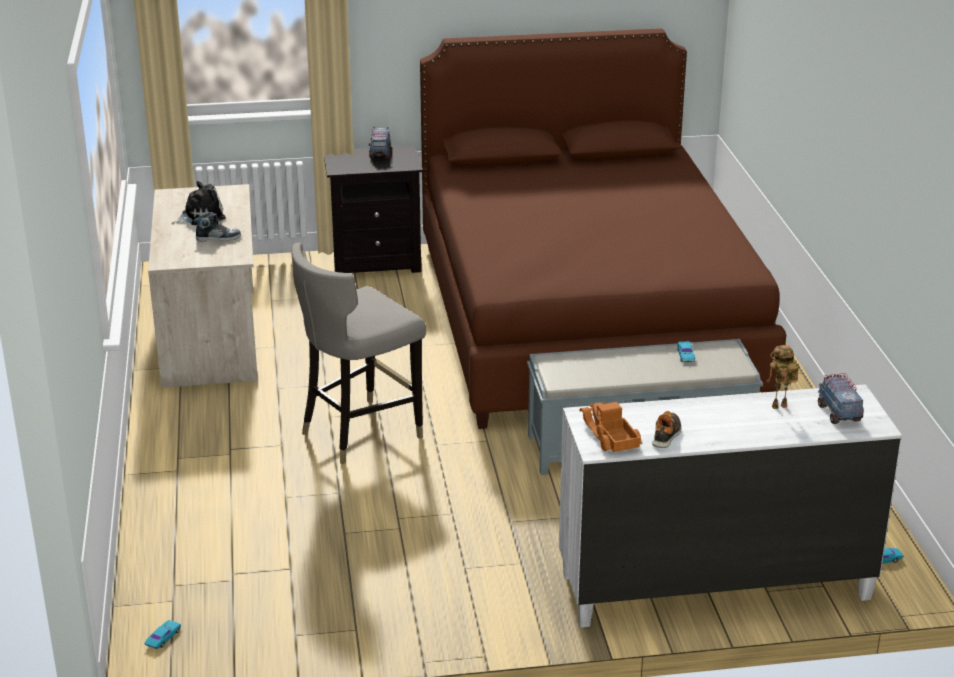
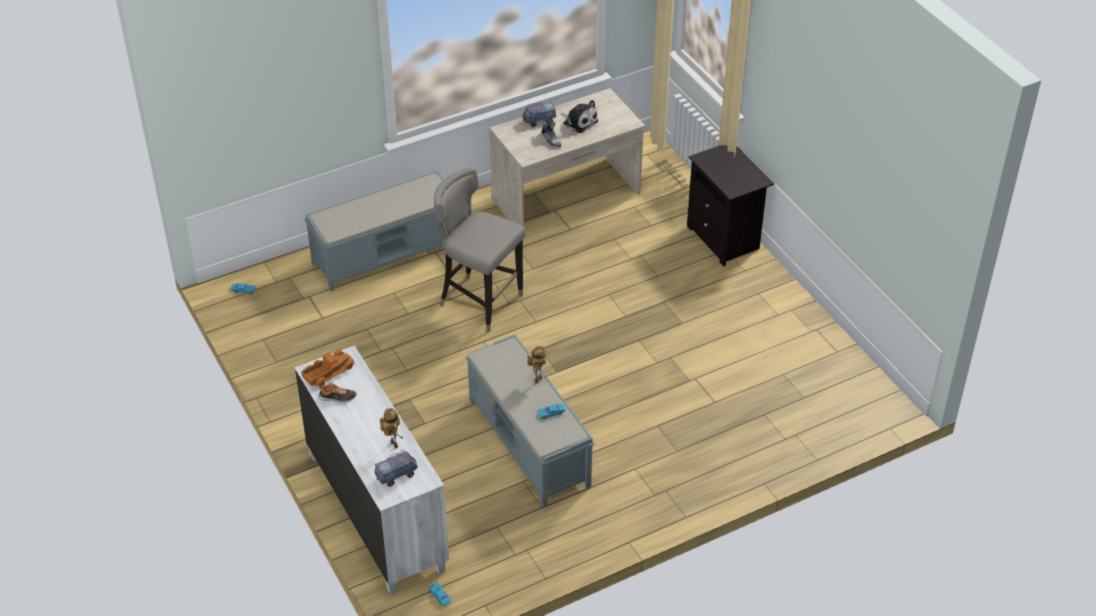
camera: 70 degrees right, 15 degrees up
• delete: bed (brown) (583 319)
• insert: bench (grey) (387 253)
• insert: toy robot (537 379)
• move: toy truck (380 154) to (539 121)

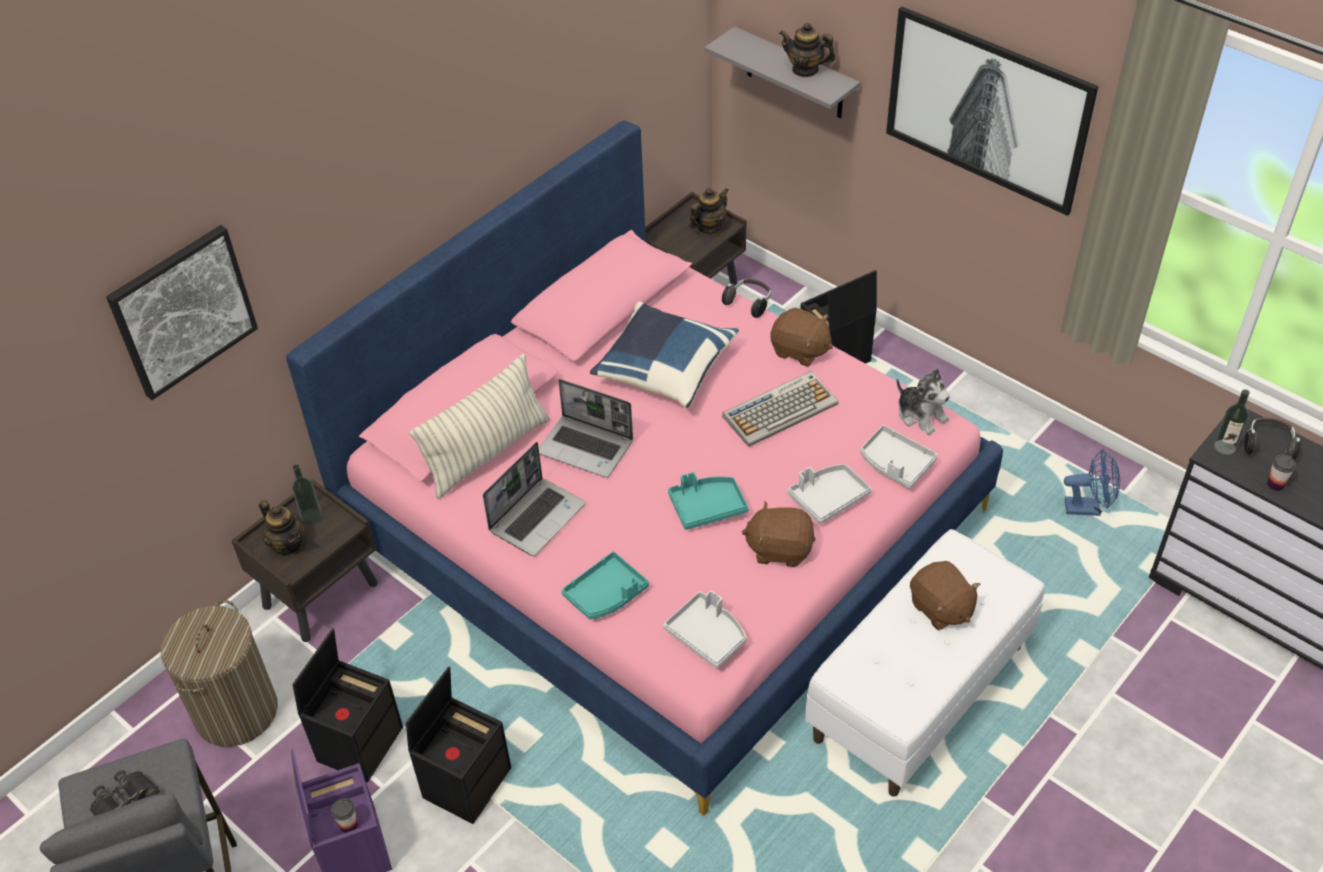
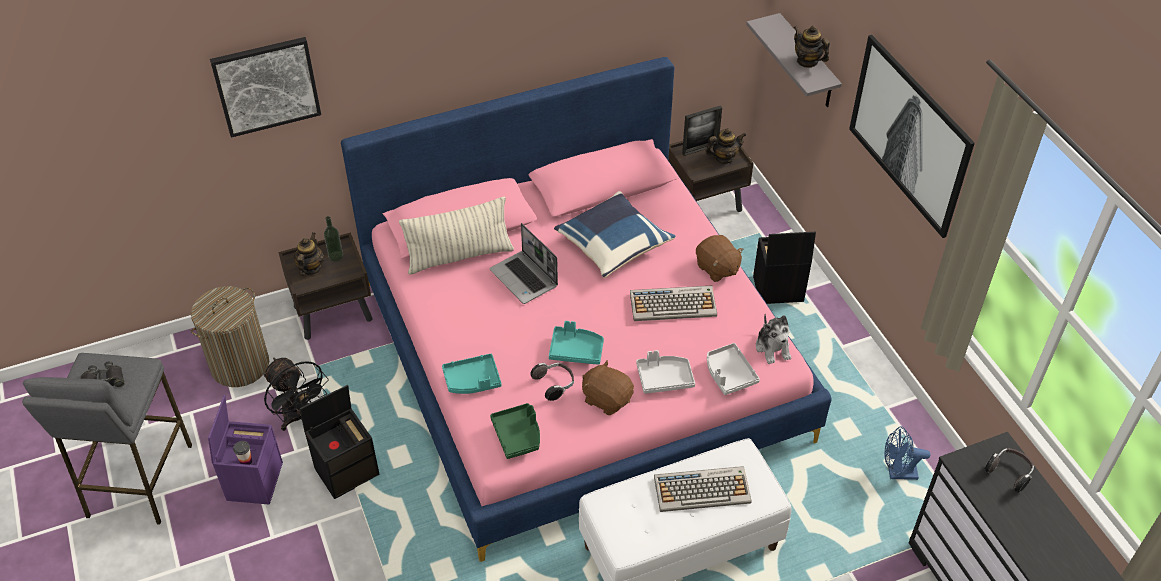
camera: 25 degrees right, 0 degrees up
• delete: laptop (537 517)
• delete: bottle (1225 447)
• delete: cup (1275 484)
• insert: picture frame (700 149)
• move: headphones (749 303) to (554 384)
• replace: storage box (black) (360 742) to fan (black) (299 417)
• replace: plush toy (brown) (940 608) to keyboard (702 489)
• recolor: tray (grey) (707 635) to tray (green) (518 435)
• rotate: teapot (287 544) = (310 268) 150 degrees counterclockwise
• rotate: fan (blue) (1088 508) = (897 473) 150 degrees clockwise

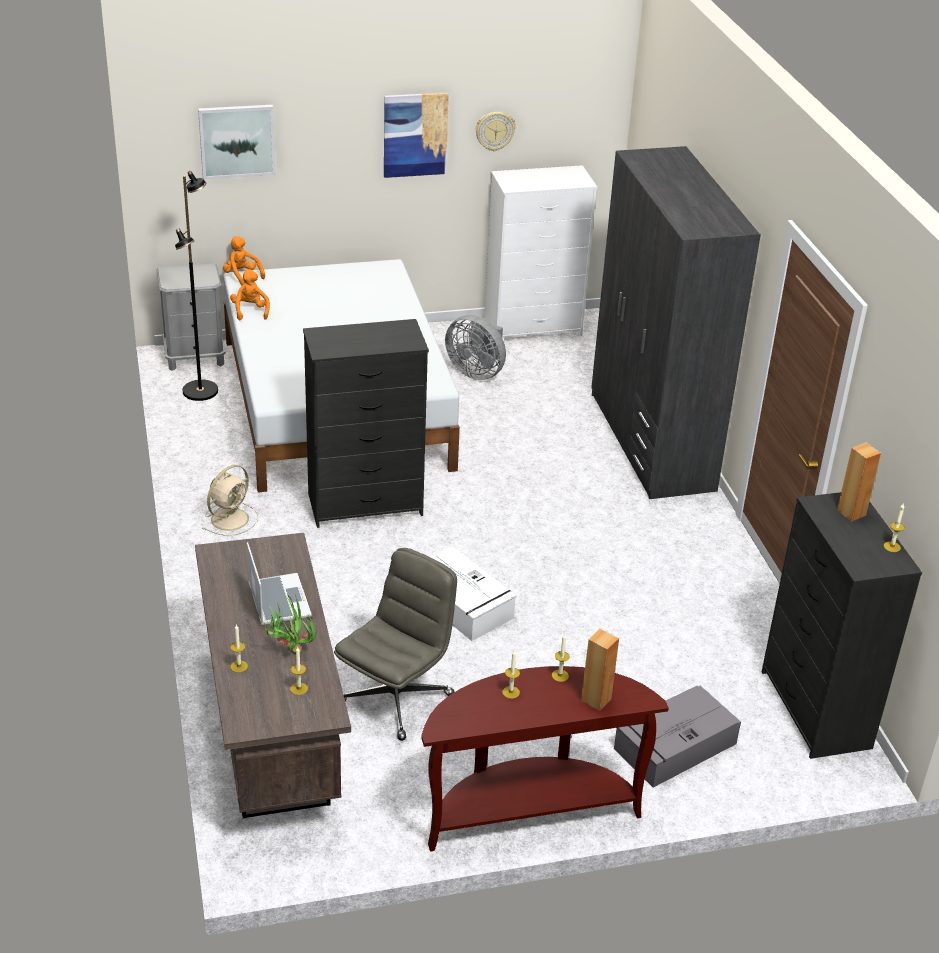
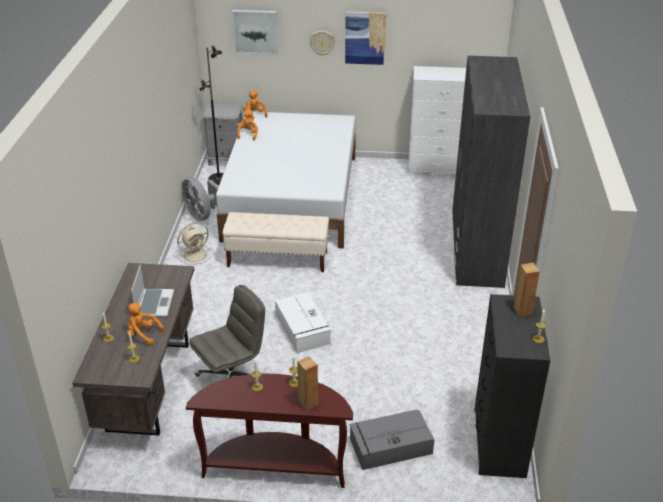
camera: 20 degrees right, 0 degrees up
• move: fan (grey) (476 372) to (202 215)
• move: wall clock (494 131) to (322 42)
• replace: potted plant (290 650) to plush toy (orange) (143 334)
• replace: dresser (black) (366 504) to bench (beige) (278 259)

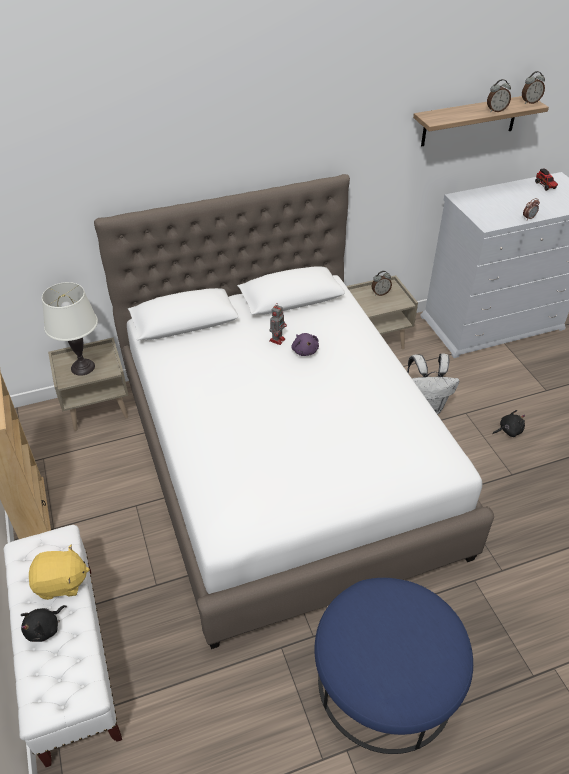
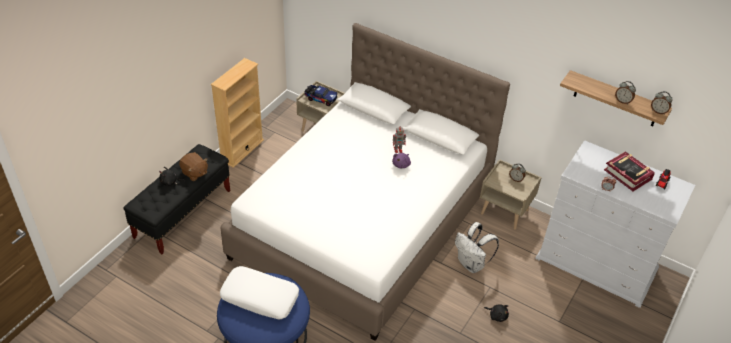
camera: 50 degrees right, 0 degrees up
• insert: pillow (white) (260 297)
• insert: book (628 174)
• replace: table lamp (white) (82 367) to toy truck (320 99)
• recolor: bench (white) (70 658) to bench (black) (183 213)
• recolor: plush toy (yellow) (61 583) to plush toy (brown) (194 173)

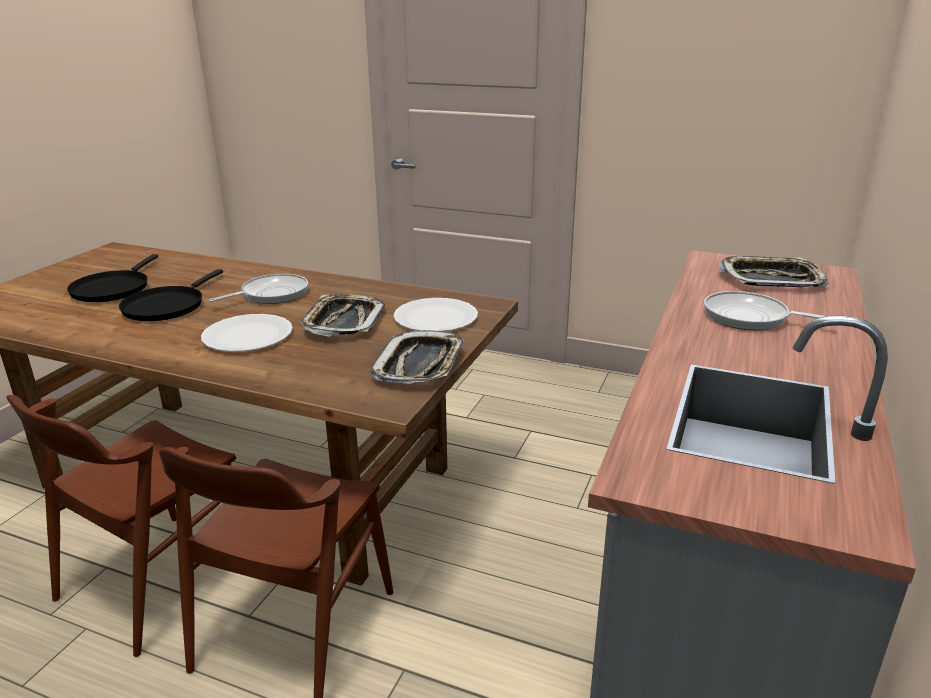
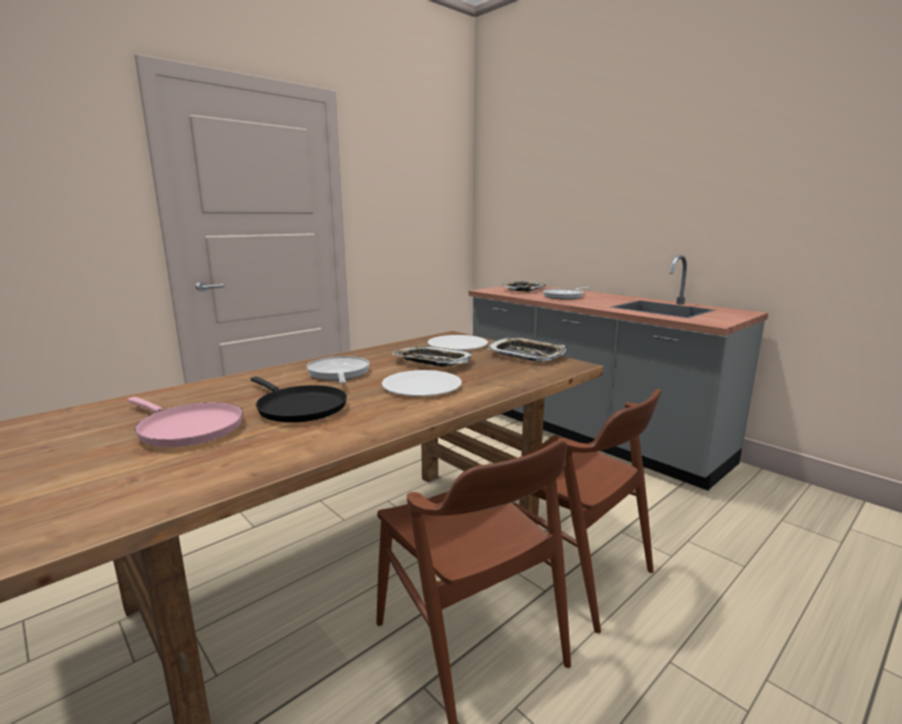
camera: 65 degrees left, 10 degrees down
• recolor: frying pan (black) (113 289) to frying pan (pink) (187 428)

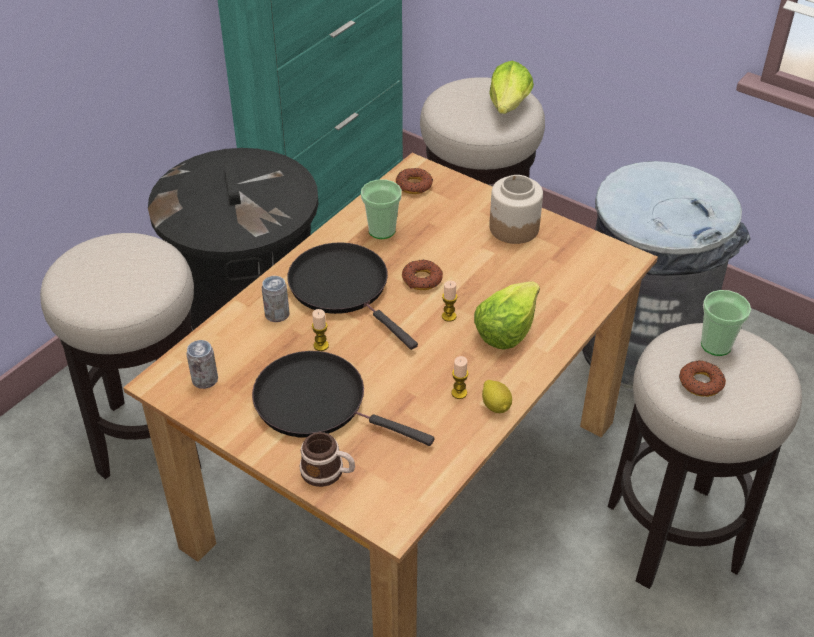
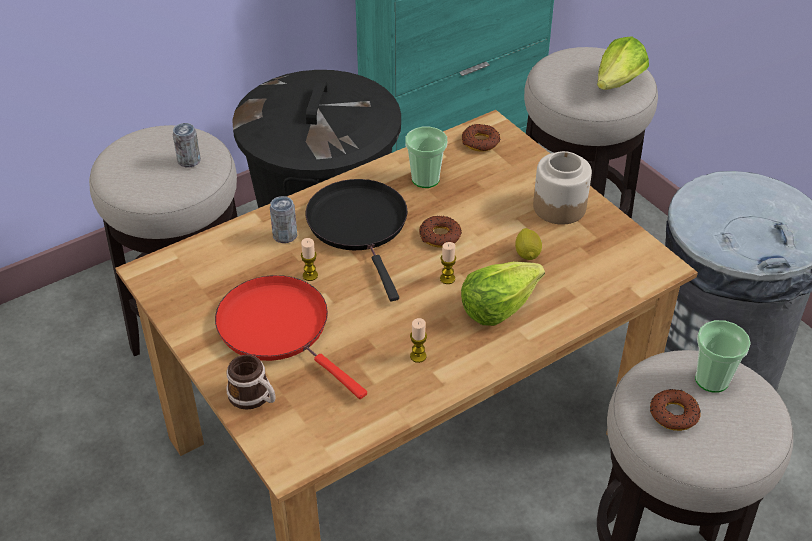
camera: 20 degrees right, 0 degrees up
• move: can (205 380) to (189 161)
• move: lemon (496 406) to (527 254)
• recolor: frying pan (black) (317 402) to frying pan (red) (279 328)

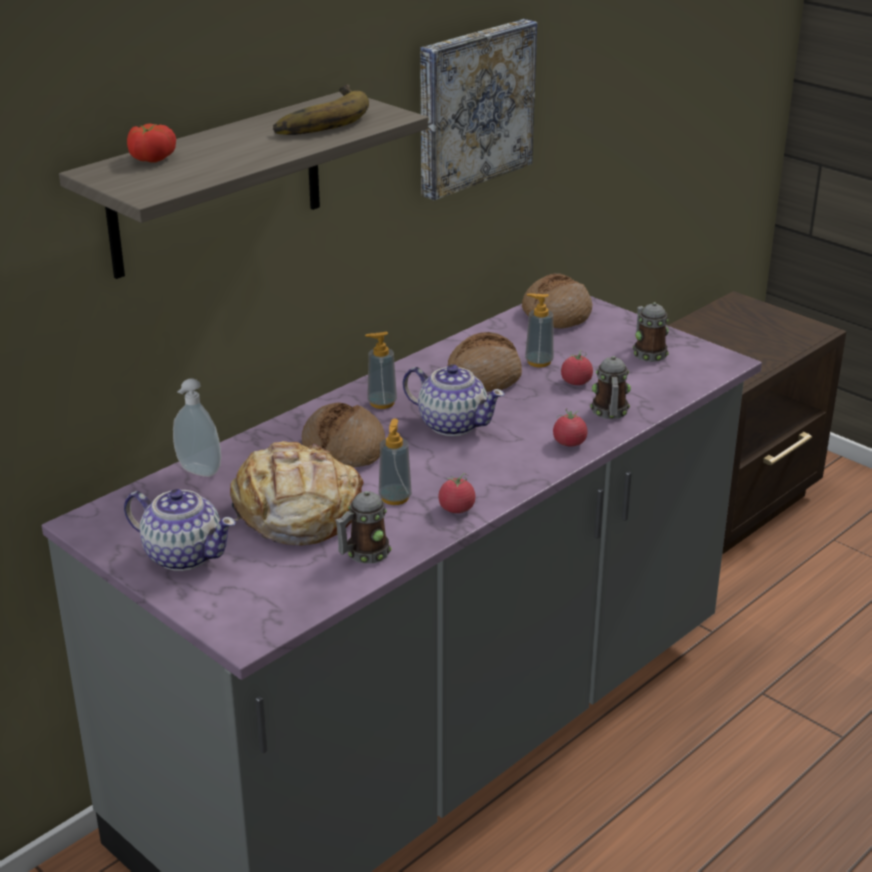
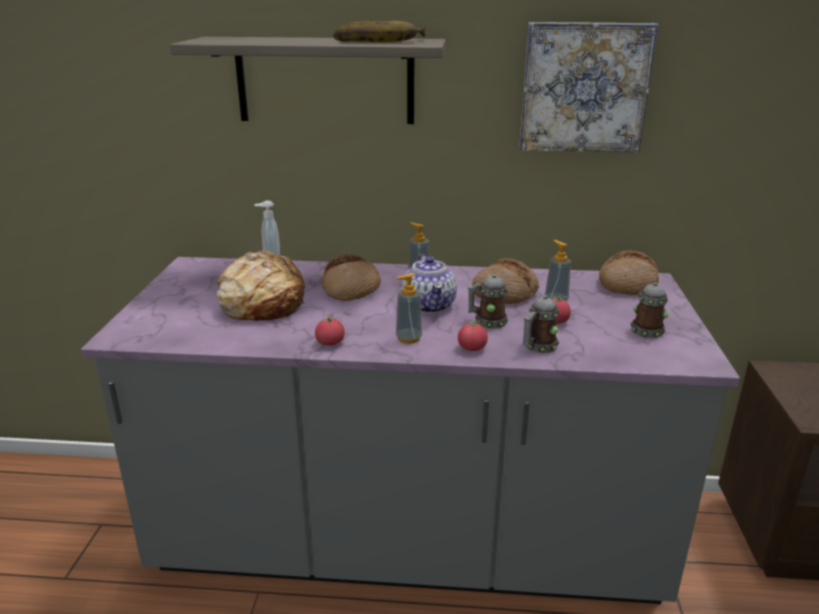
camera: 50 degrees right, 5 degrees down
• delete: teapot (183 555)
• delete: tomato (150 158)
• move: mug (363 554) to (487 322)
• move: soap dispenser (395 498) to (408 338)

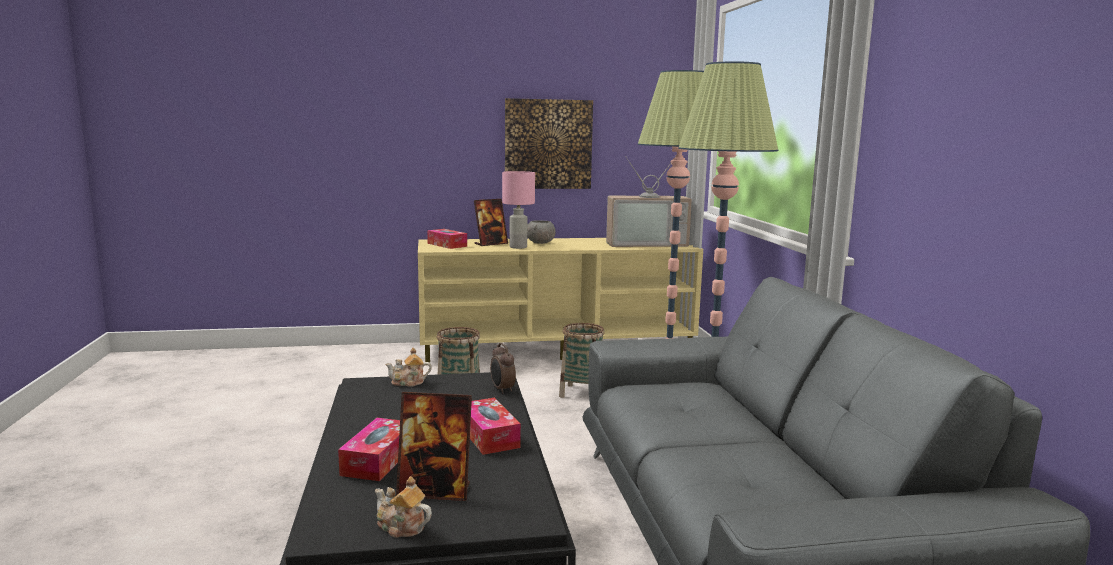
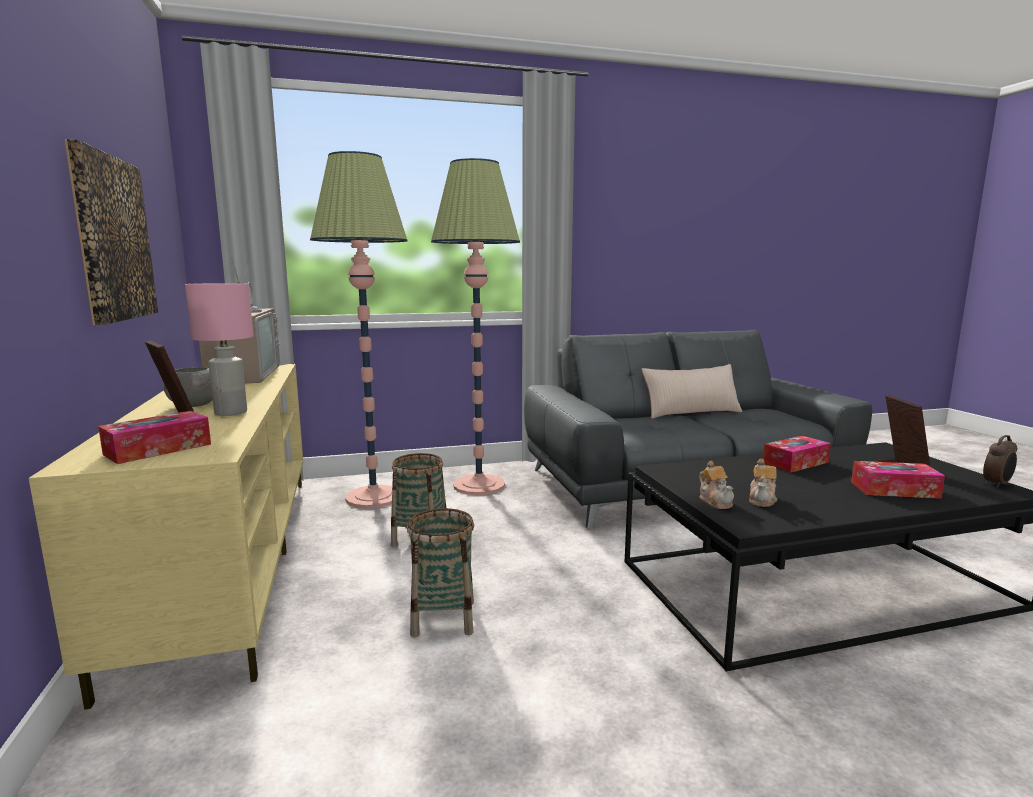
camera: 95 degrees left, 0 degrees up
• insert: pillow (beige) (691 412)
• move: teapot (401 527) to (762 499)
• move: alarm clock (502 389) to (997 484)

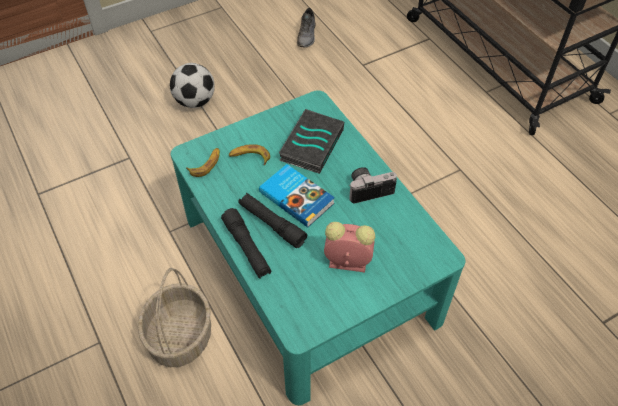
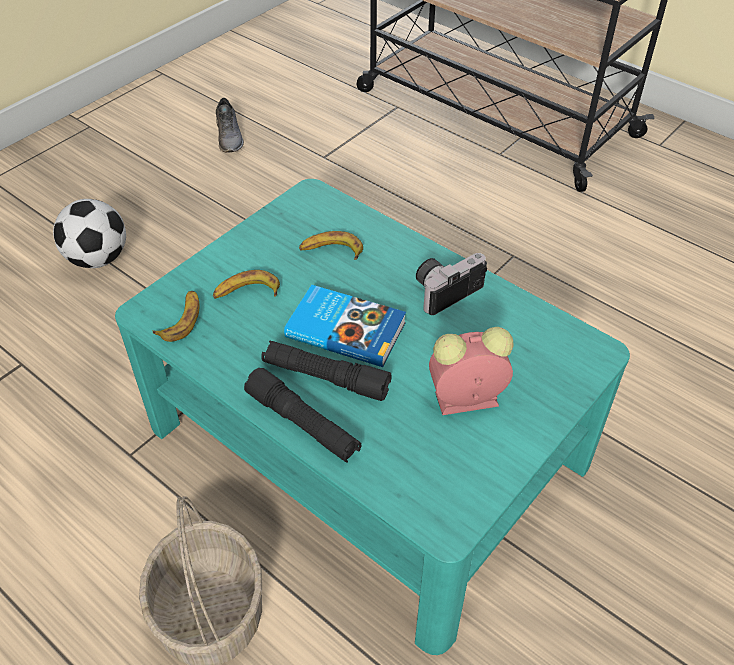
camera: 20 degrees left, 5 degrees down
• replace: book (311 144) to banana (331 251)

